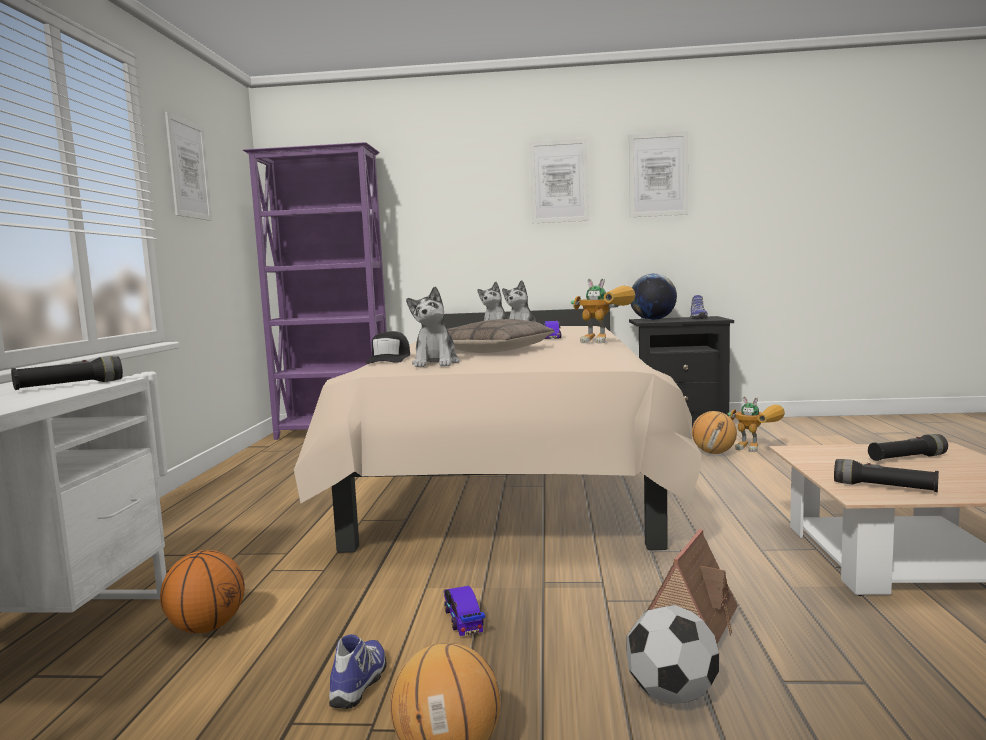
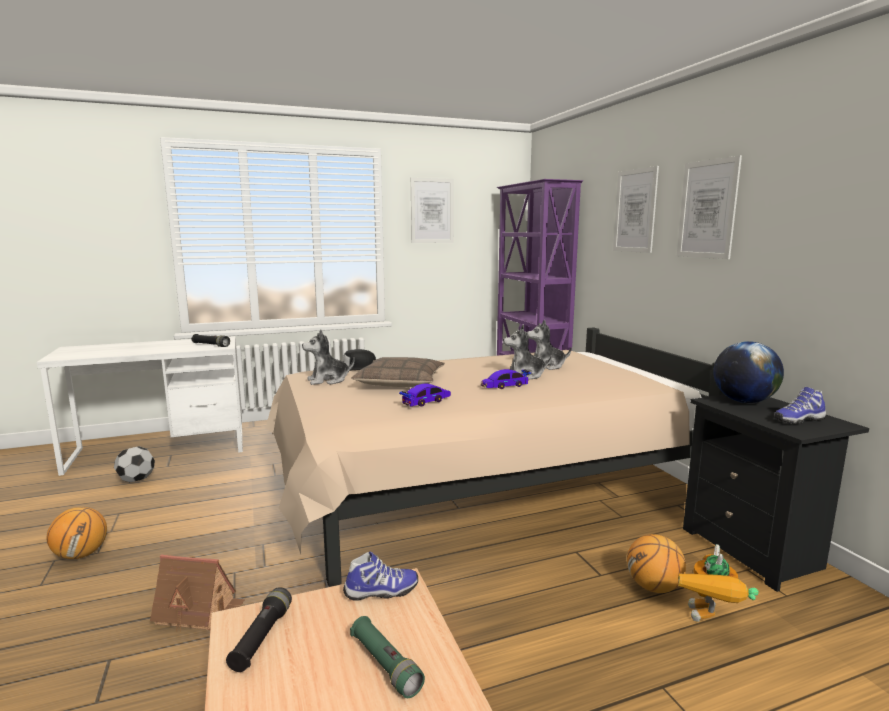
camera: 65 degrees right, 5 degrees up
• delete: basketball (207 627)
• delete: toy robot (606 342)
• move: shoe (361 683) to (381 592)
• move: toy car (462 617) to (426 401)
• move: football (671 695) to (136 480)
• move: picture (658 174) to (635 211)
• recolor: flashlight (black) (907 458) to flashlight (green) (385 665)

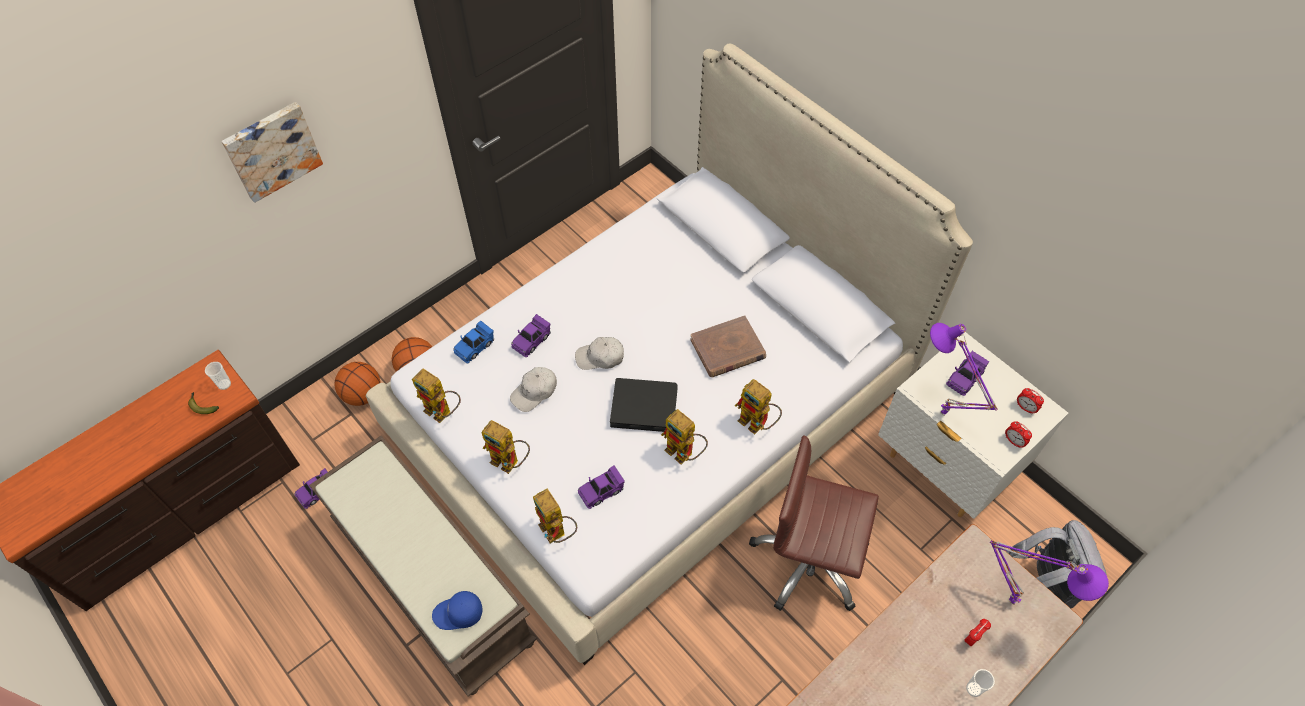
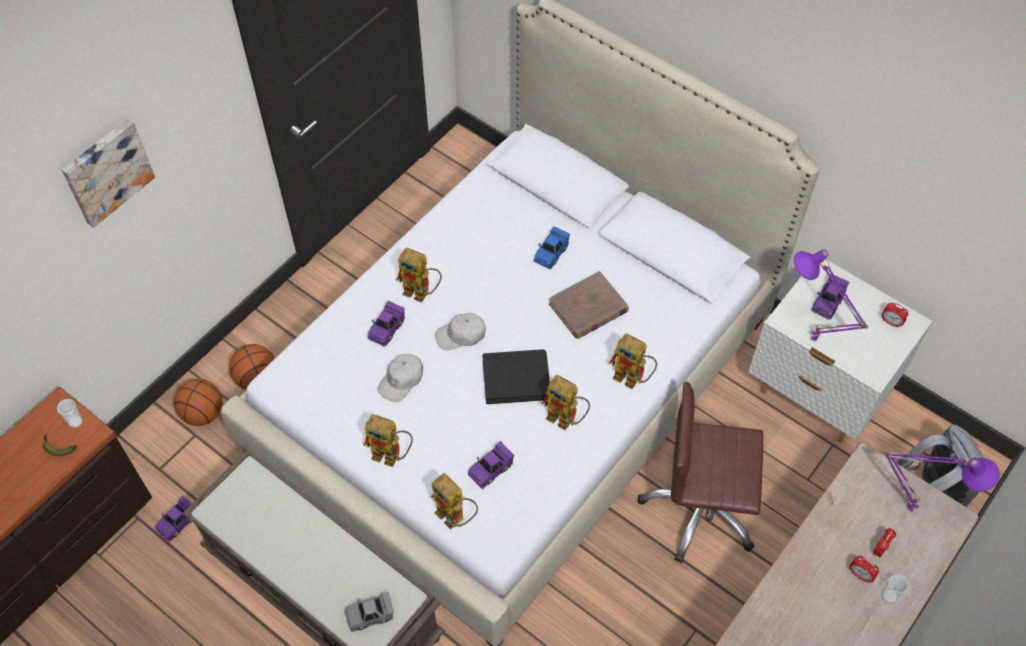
camera: 10 degrees left, 0 degrees up
• move: toy robot (443 412) to (422 292)
• move: toy car (blue) (474 346) to (551 253)
• move: alarm clock (1013 441) to (860 575)
• replace: cap (blue) (458 614) to toy car (grey) (370 615)

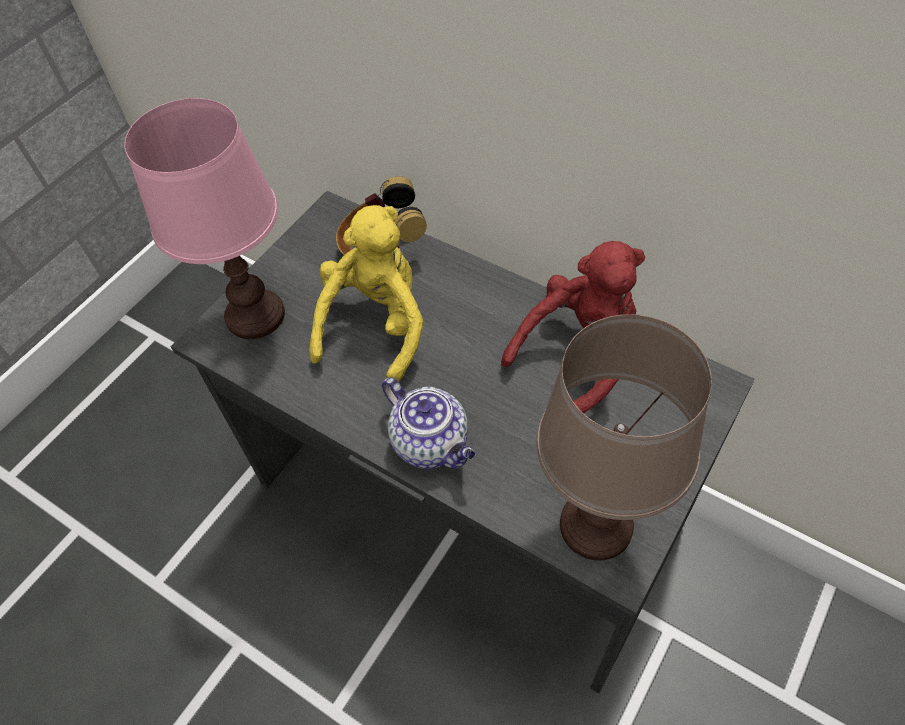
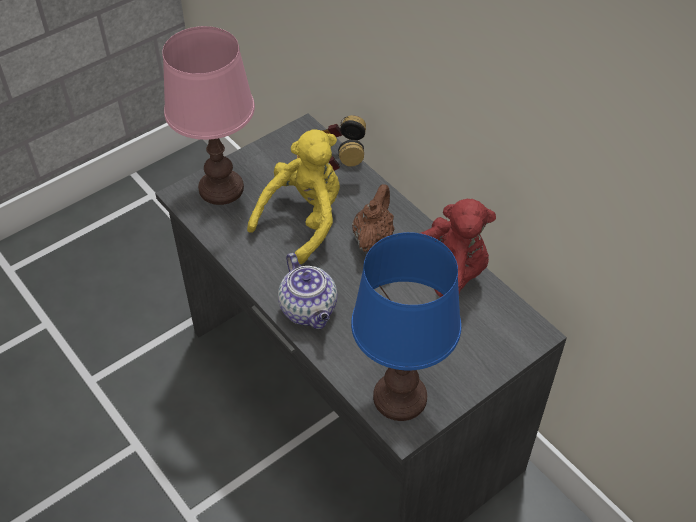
camera: 15 degrees right, 5 degrees down
• insert: teapot (brown) (373 238)
• recolor: table lamp (brown) (594 526) to table lamp (blue) (399 397)

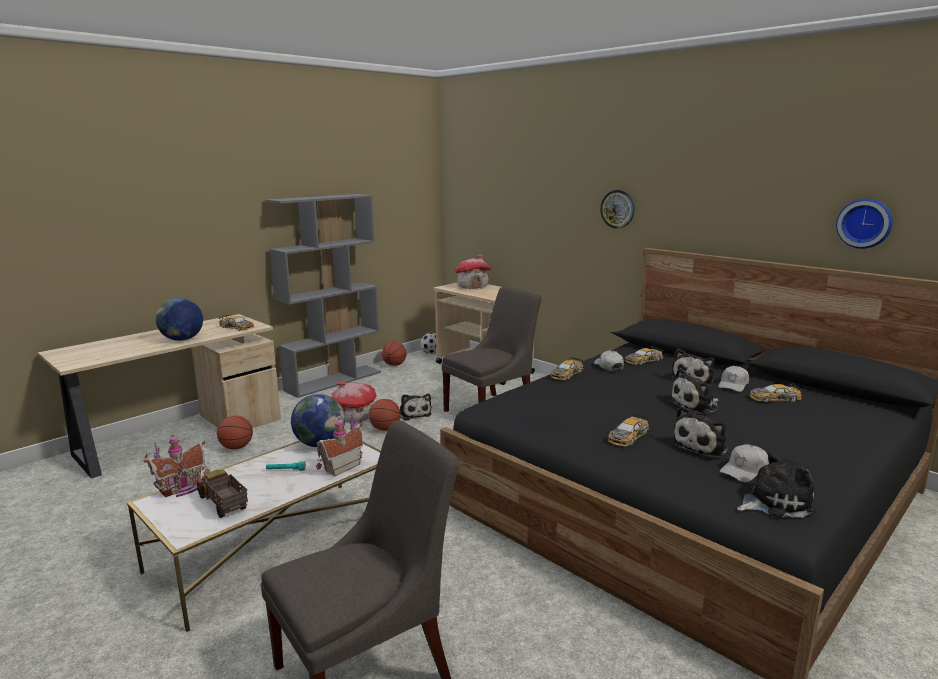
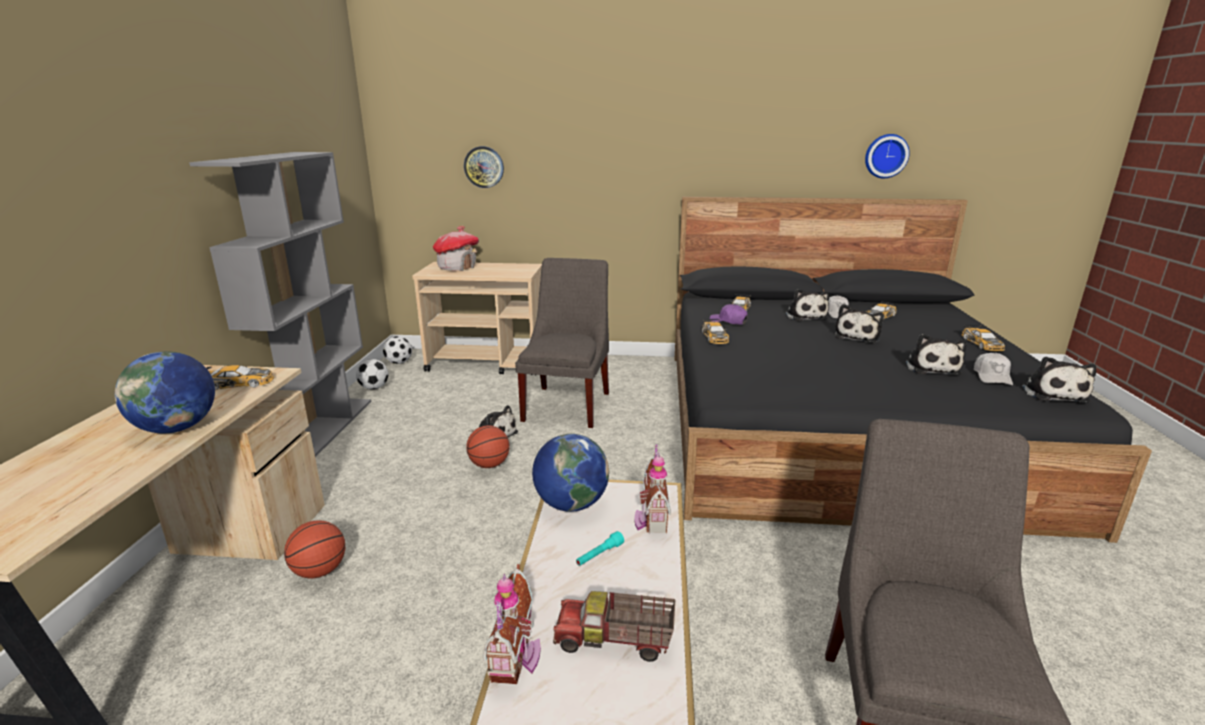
camera: 40 degrees left, 5 degrees up
• delete: toy house (354 417)
• move: wall clock (618 209) to (484 167)
• move: toy car (628 436) to (982 344)
• replace: basketball (394 365) to football (374 388)
• recolor: cap (white) (608 366) to cap (purple) (728 321)
• rotate: plush toy (774 502) = (1052 393) 150 degrees clockwise

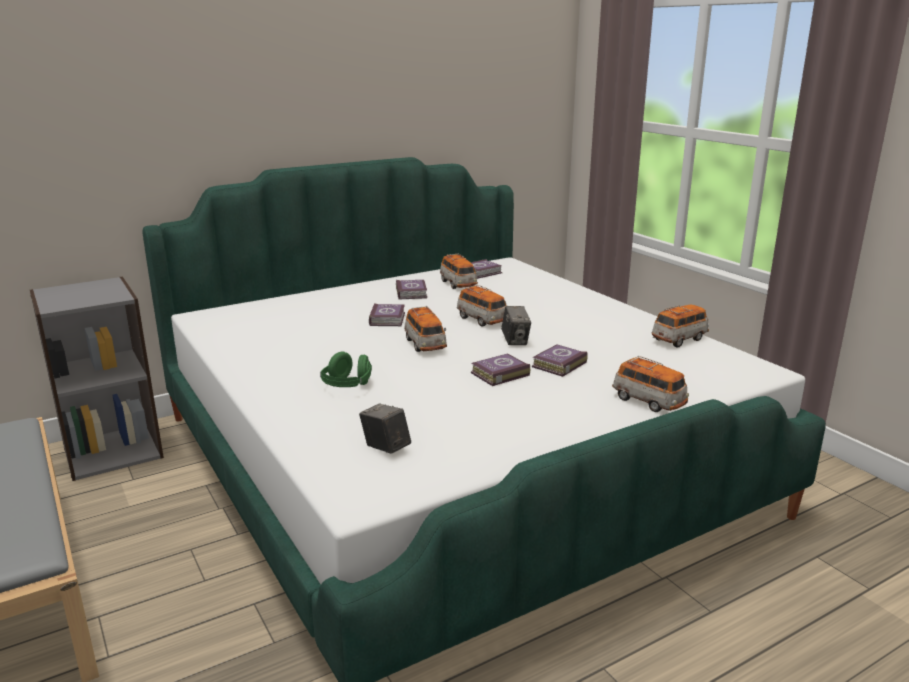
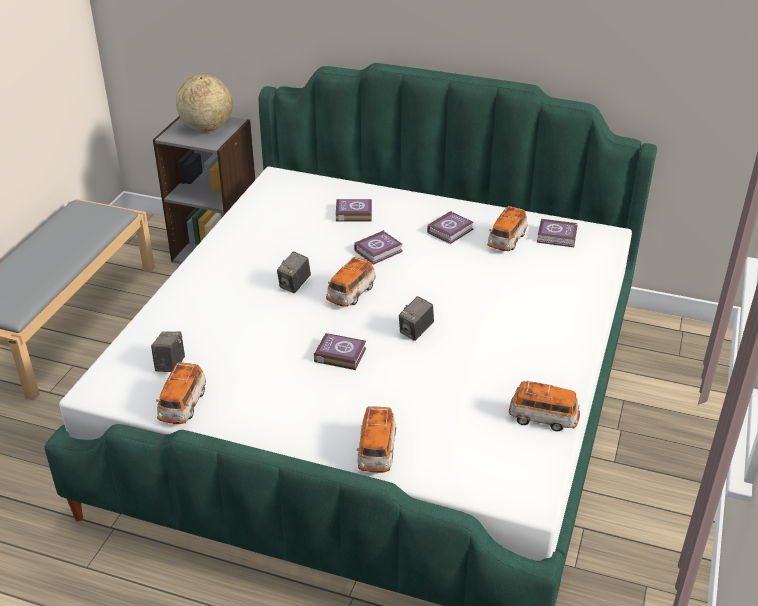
camera: 50 degrees right, 15 degrees up
• delete: headphones (green) (347 386)
• insert: globe (206 128)
• insert: photo camera (294 285)
• move: toy car (482 320) to (183 405)
• move: book (557 365) to (352 213)

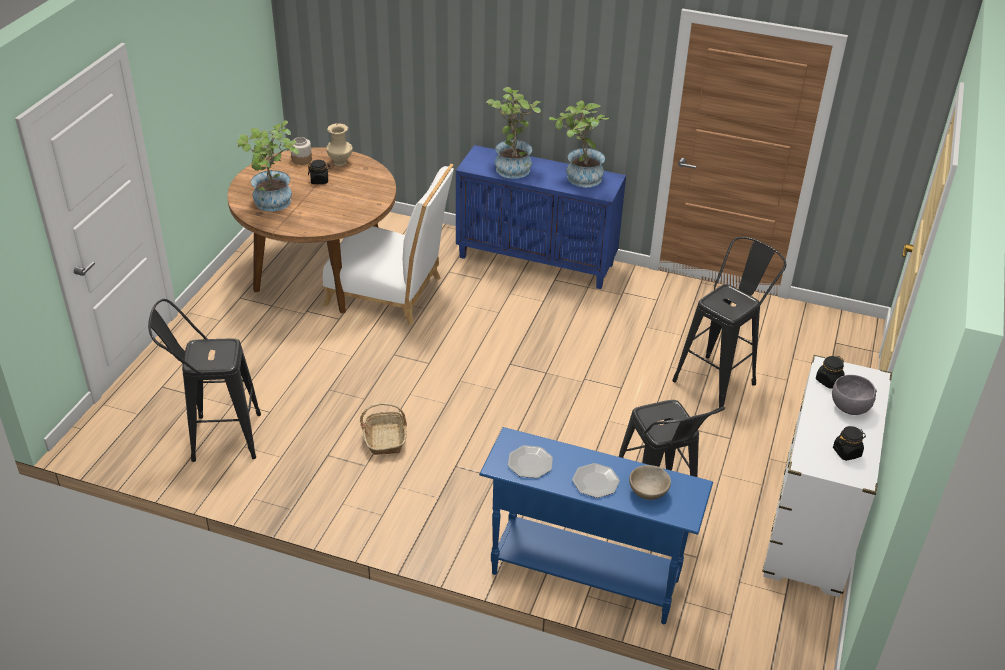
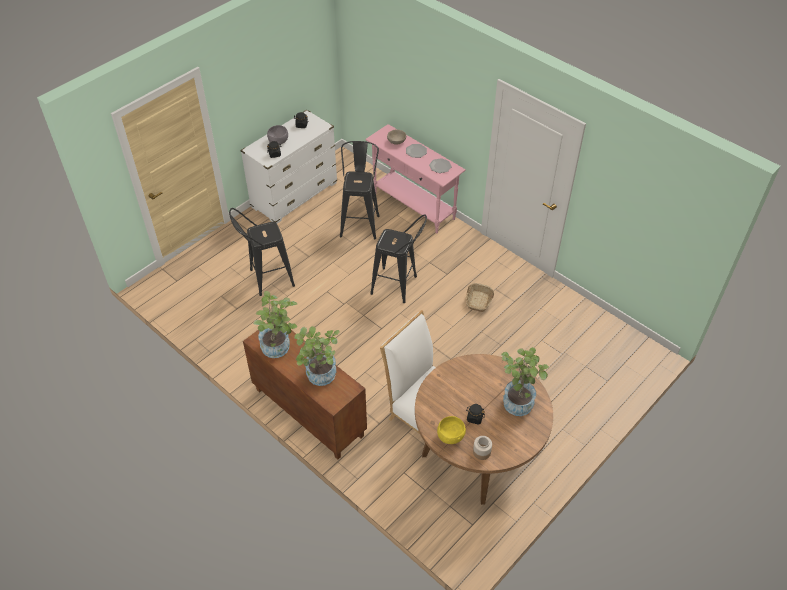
camera: 155 degrees left, 10 degrees up
• move: stool (black) (217 437) to (399 287)
• replace: vase (beige) (340 163) to bowl (yellow) (450 436)
• recolor: cabinet (blue) (537 260) to cabinet (brown) (308 412)
• recolor: console table (blue) (584 576) to console table (pink) (414 206)

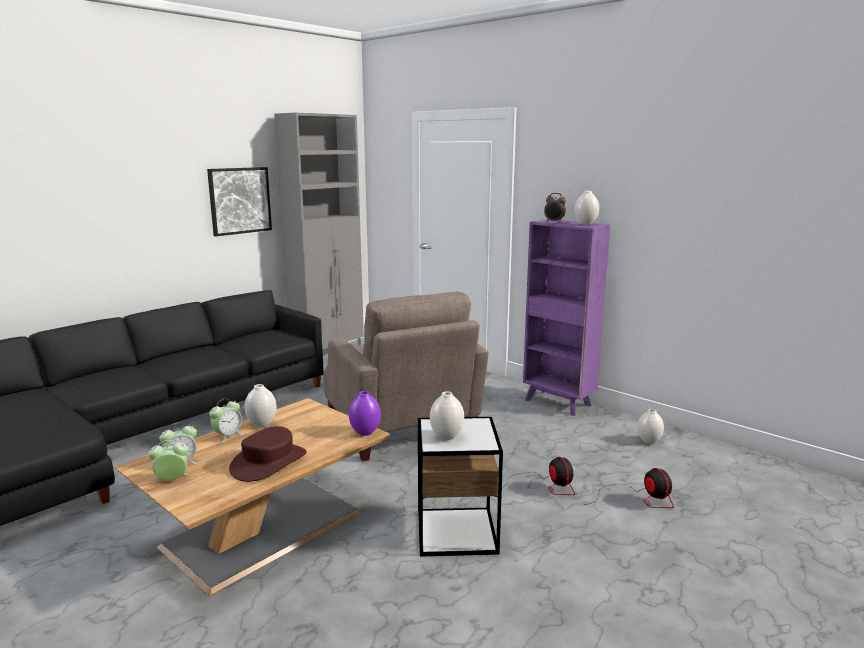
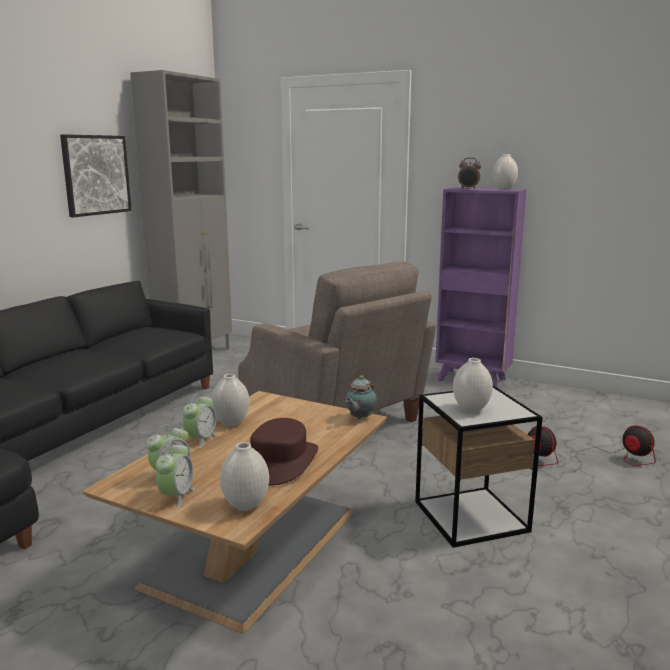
camera: 15 degrees left, 0 degrees up
• move: vase (white) (649 441) to (246 505)
• replace: vase (purple) (365 432) to teapot (359 418)
• rotate: alarm clock (172 480) = (176 496) 135 degrees clockwise

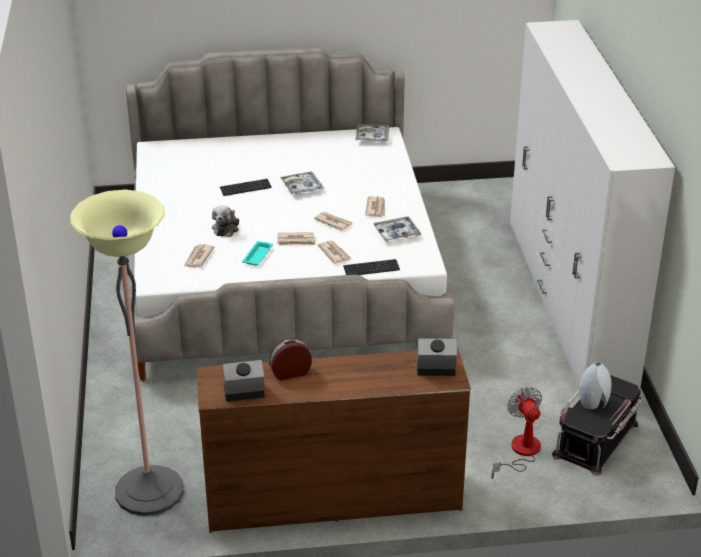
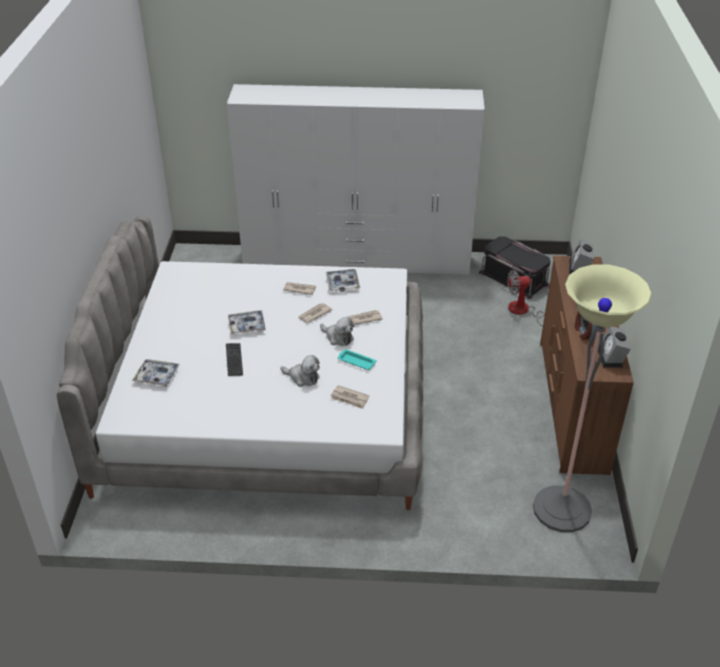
camera: 80 degrees left, 5 degrees up
• delete: keyboard (371 269)
• delete: vase (grey) (594 403)
• move: tray (372 137) to (157 376)
• replace: newspaper (296 241) to plush toy (338 337)

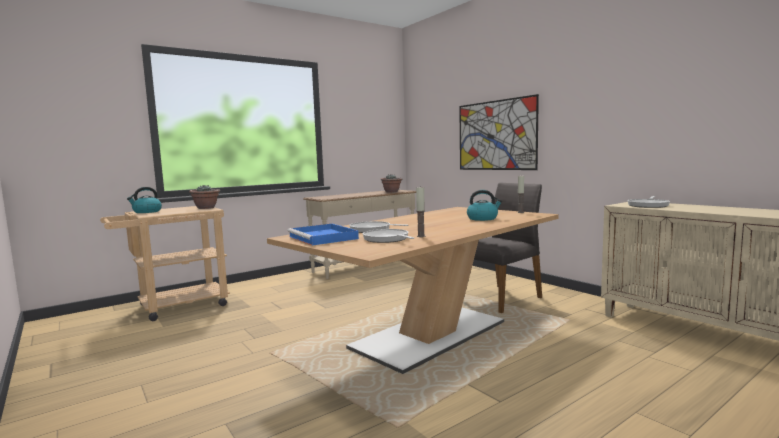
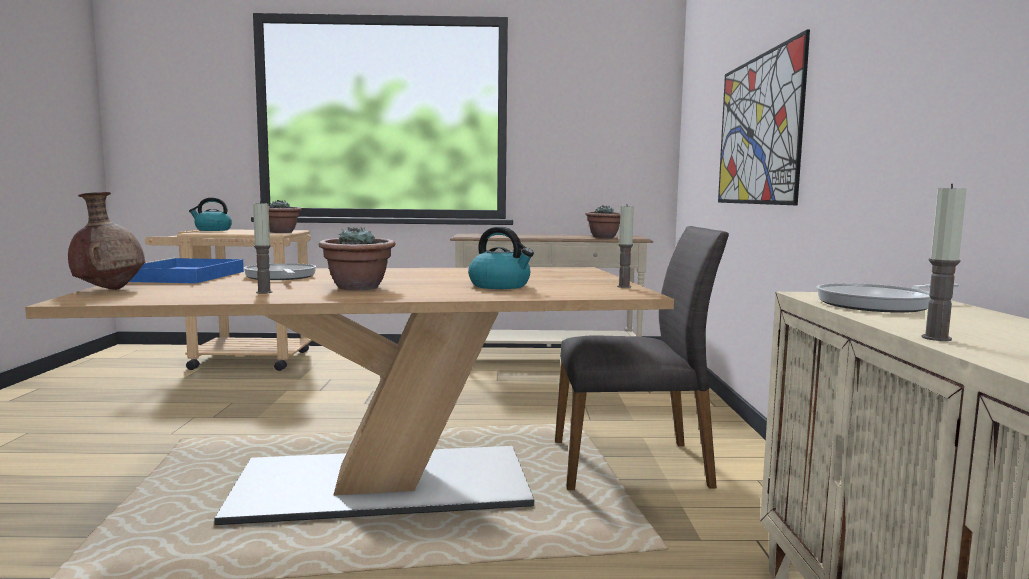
camera: 35 degrees right, 0 degrees up
• delete: frying pan (387 239)
• insert: vase (brown) (109 289)
• insert: potted plant (358 287)
• insert: candle (936 338)

